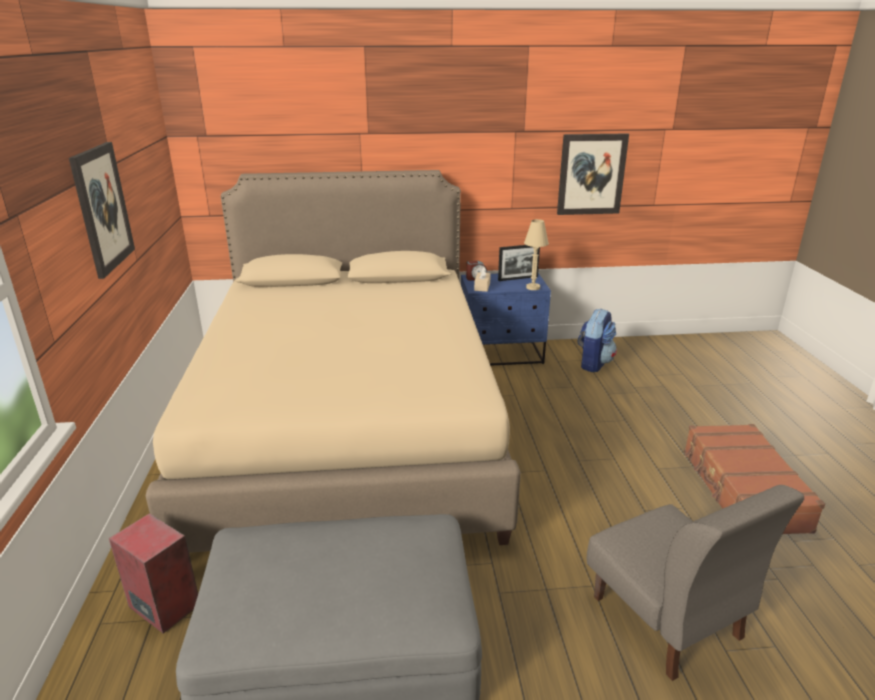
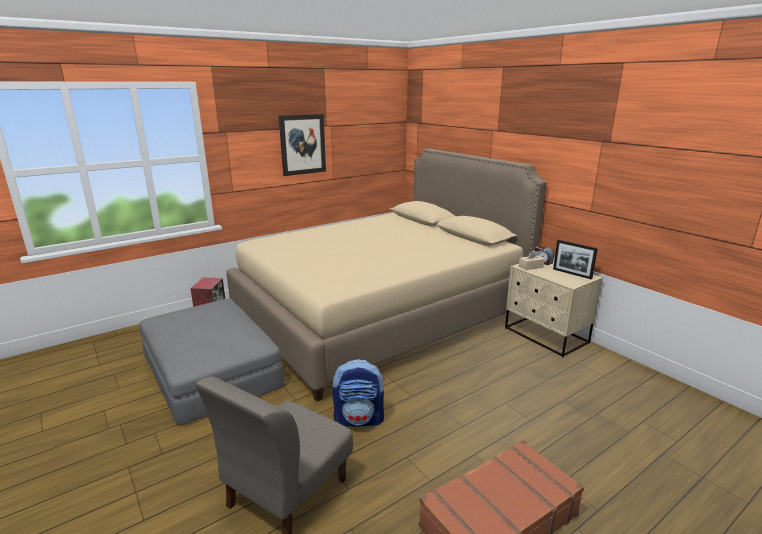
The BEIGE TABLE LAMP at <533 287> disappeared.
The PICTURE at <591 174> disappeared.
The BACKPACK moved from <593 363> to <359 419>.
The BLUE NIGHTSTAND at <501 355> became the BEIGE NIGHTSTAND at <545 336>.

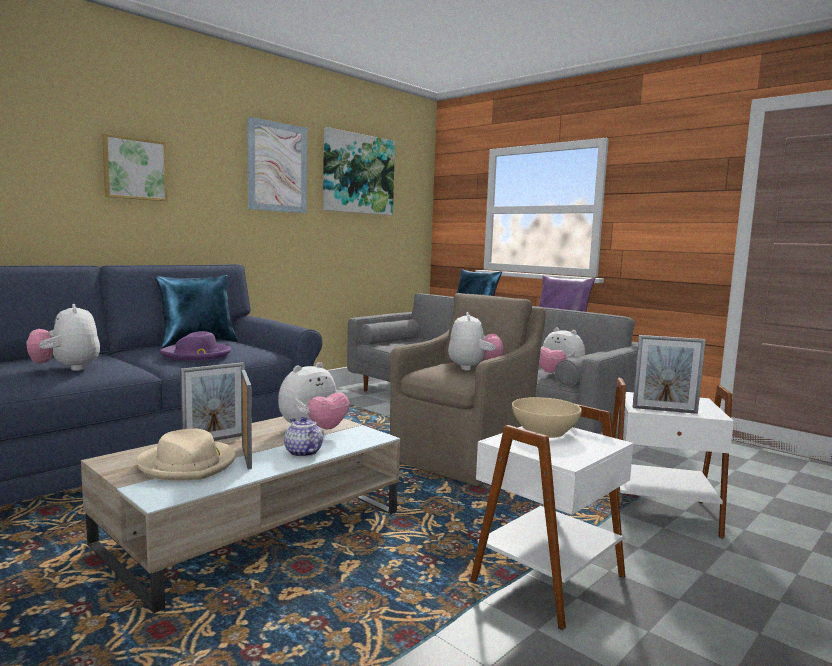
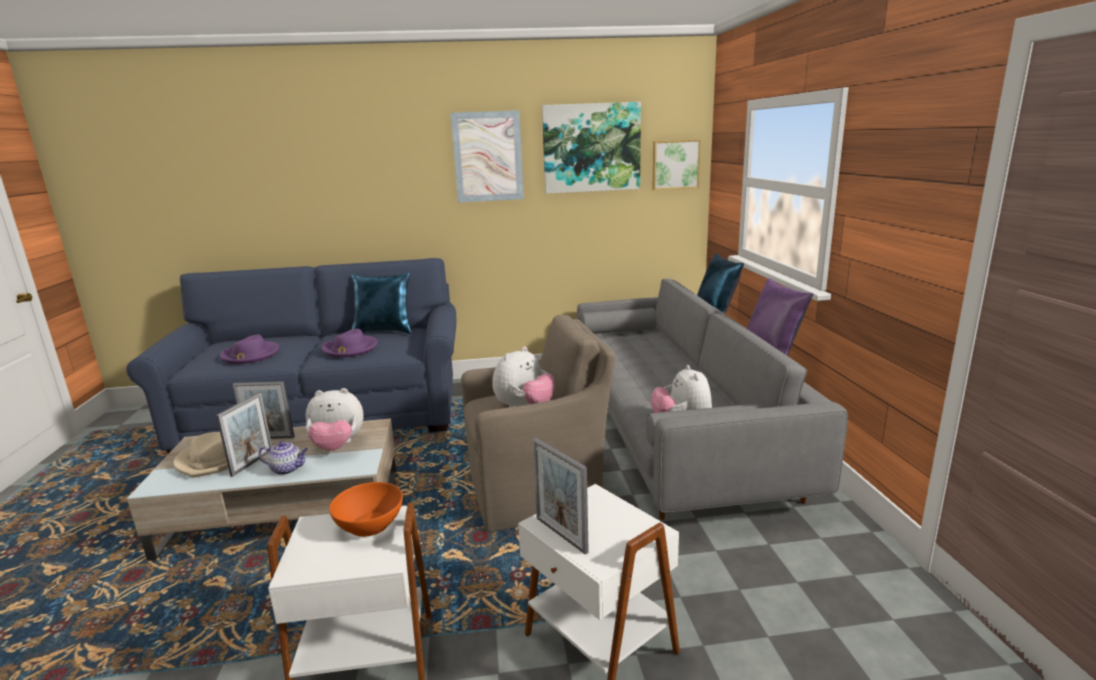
The PICTURE moved from <134 169> to <675 164>.
The PLUSH TOY at <66 369> was replaced by the PURPLE HAT at <250 355>.
The BEIGE BOWL at <544 432> became the ORANGE BOWL at <369 525>.
The TEAPOT at <302 452> turned 90 degrees clockwise.

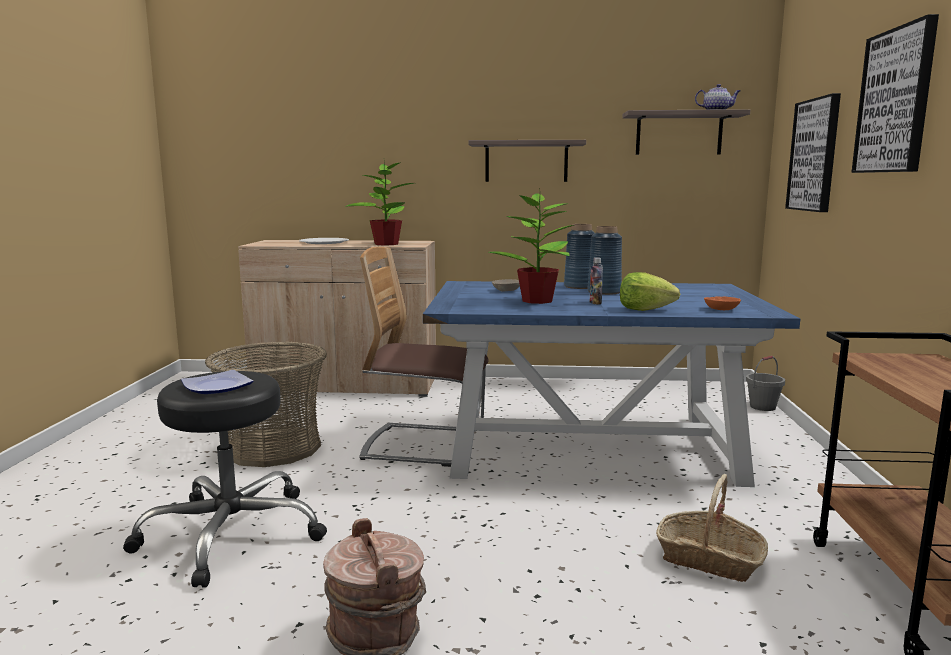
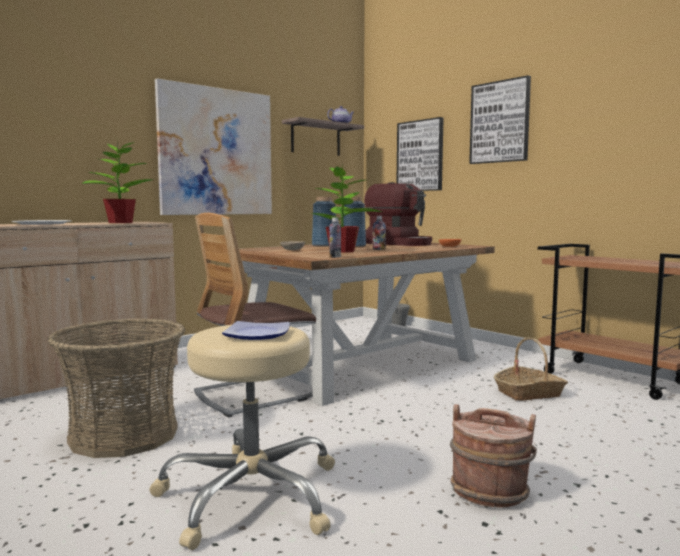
The LETTUCE at <644 309> disappeared.
The BOTTLE at <335 257> appeared.
The COFFEE MACHINE at <400 243> appeared.
The SHELF at <526 161> was replaced by the PICTURE at <216 152>.
The BLACK STOOL at <231 533> became the BEIGE STOOL at <250 495>.
The BLUE DINING TABLE at <591 445> became the BROWN DINING TABLE at <360 364>.

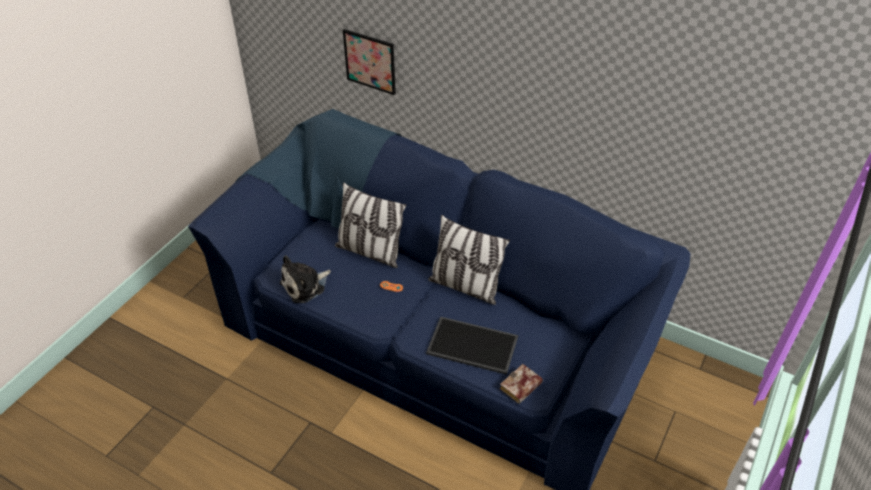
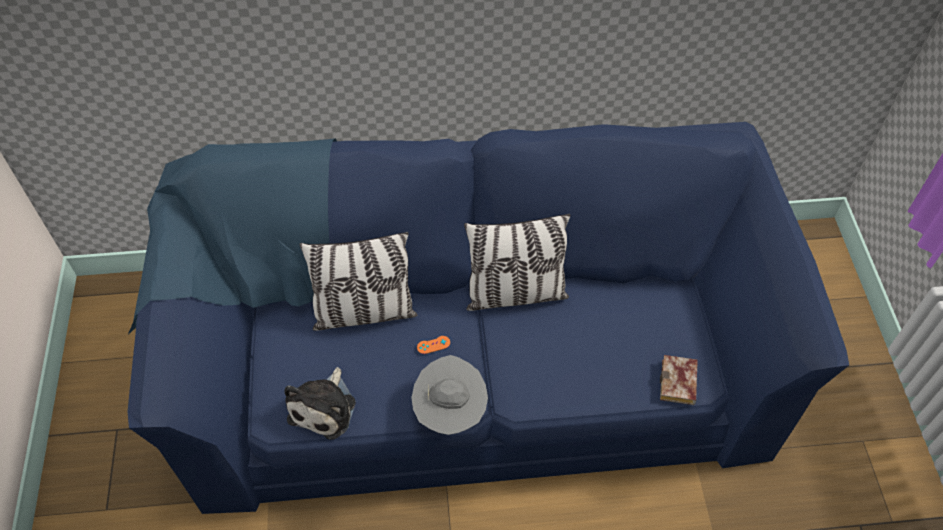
The PICTURE at <370 61> disappeared.
The TRAY at <471 346> disappeared.
The GREY HAT at <450 410> appeared.

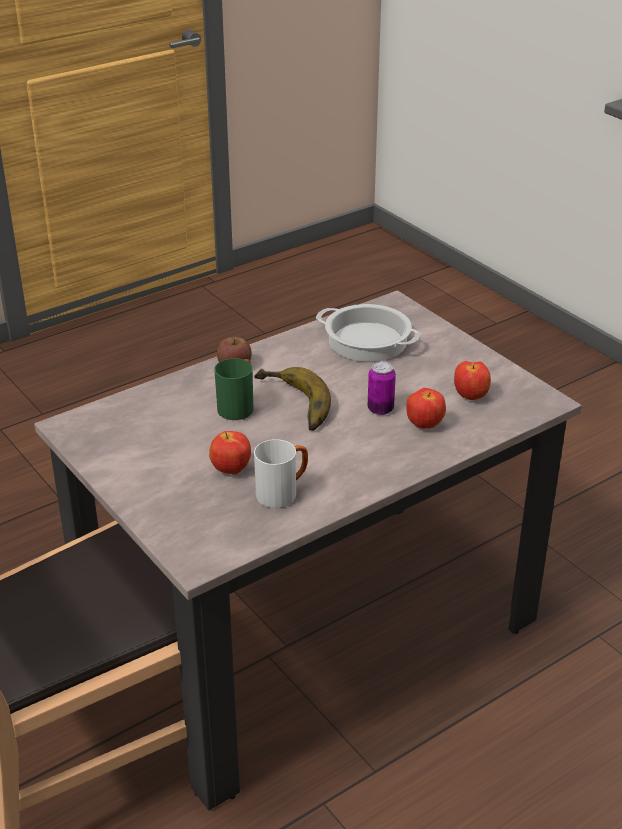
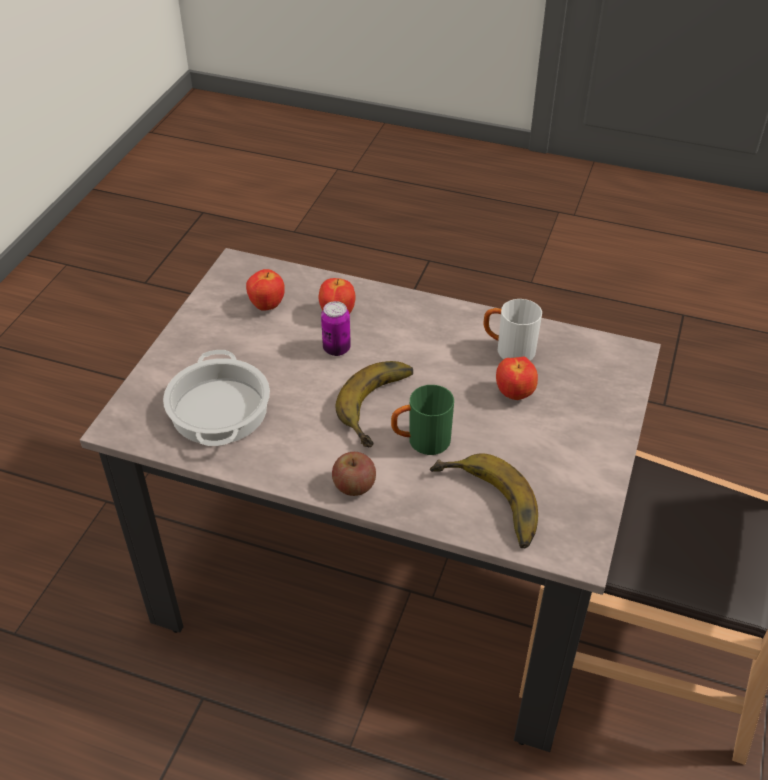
The BANANA at <484 507> appeared.

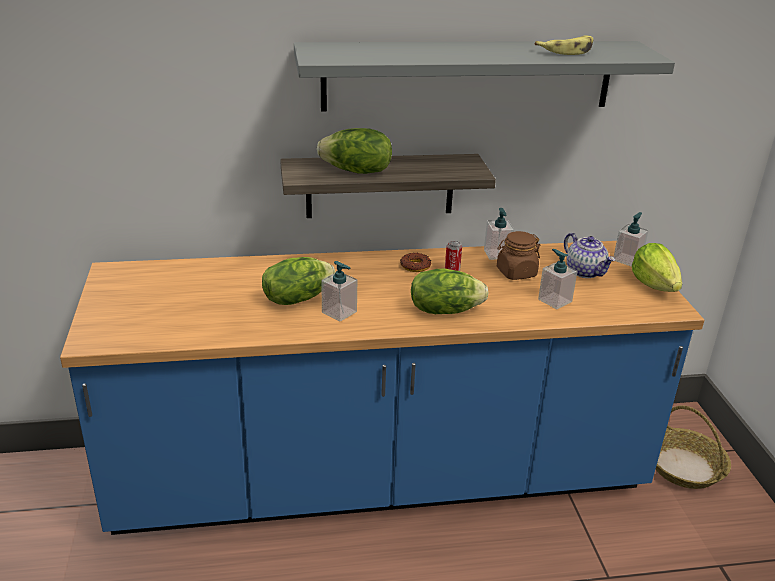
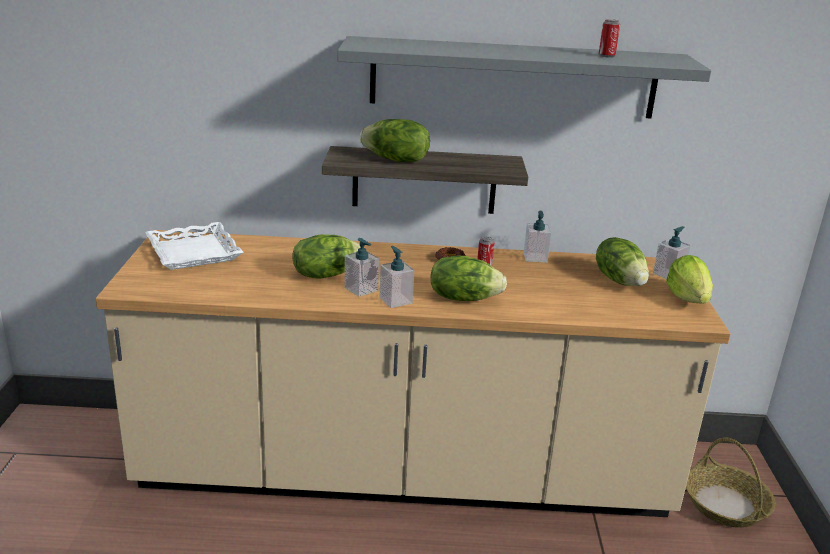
The BROWN JAR at <516 273> disappeared.
The WHITE TRAY at <195 252> appeared.
The SOAP DISPENSER moved from <554 300> to <395 300>.
The BANANA at <567 51> was replaced by the CAN at <606 56>.
The TEAPOT at <585 272> was replaced by the LETTUCE at <620 280>.
The BLUE COUNTER at <380 479> became the BEIGE COUNTER at <404 473>.

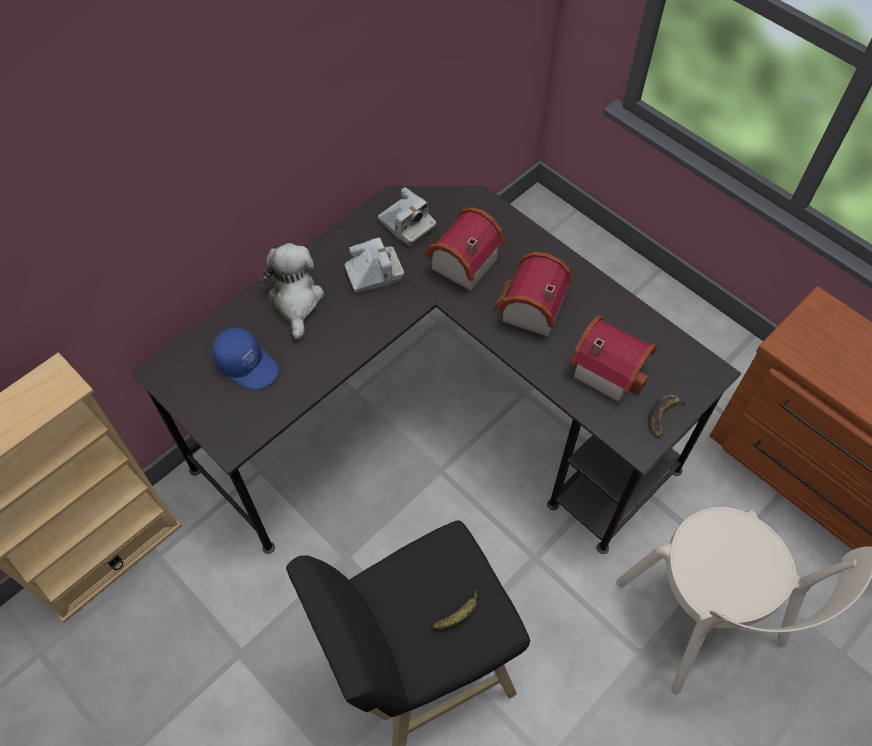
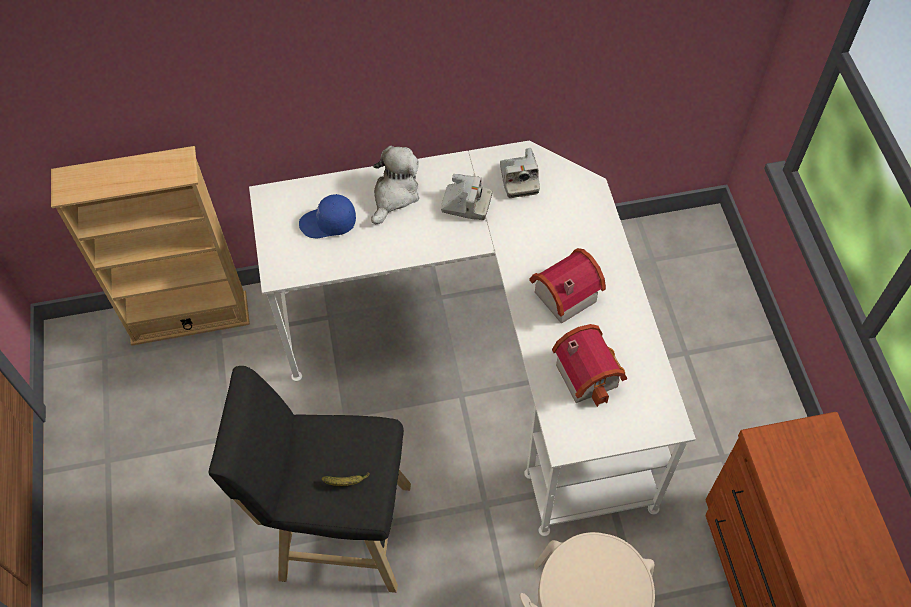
The TOY HOUSE at <460 263> disappeared.
The BANANA at <665 416> disappeared.
The BLACK DESK at <436 420> became the WHITE DESK at <485 354>.
The BLUE CAP at <248 364> turned 105 degrees clockwise.

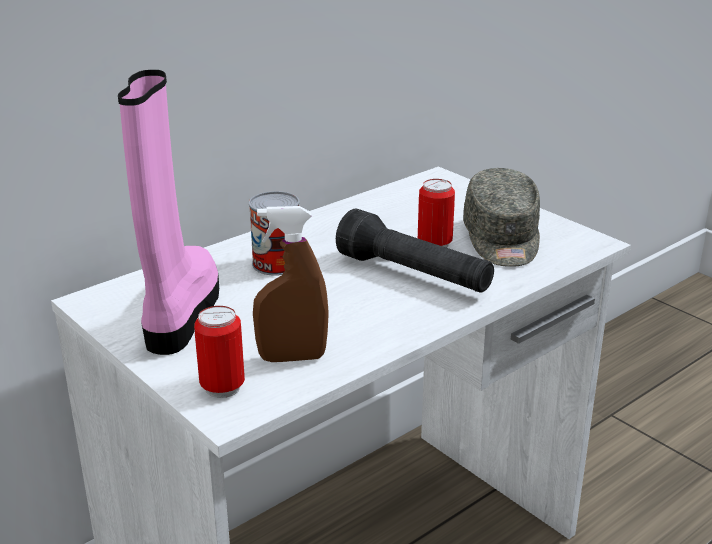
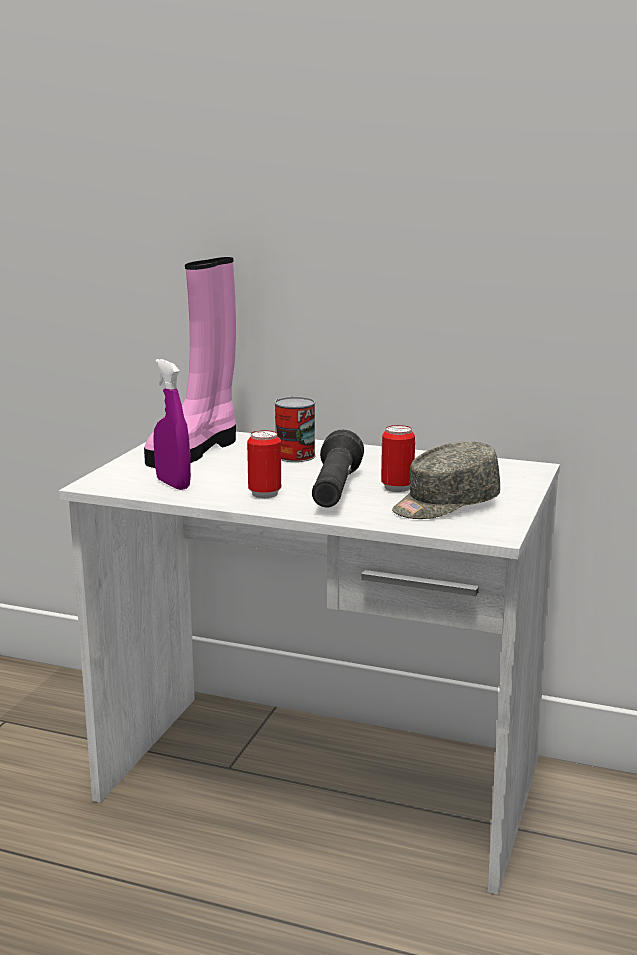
The CAN moved from <222 387> to <264 494>.
The BROWN SPRAY BOTTLE at <292 357> became the PURPLE SPRAY BOTTLE at <173 484>.
The PINK BOOT at <180 313> turned 150 degrees clockwise.

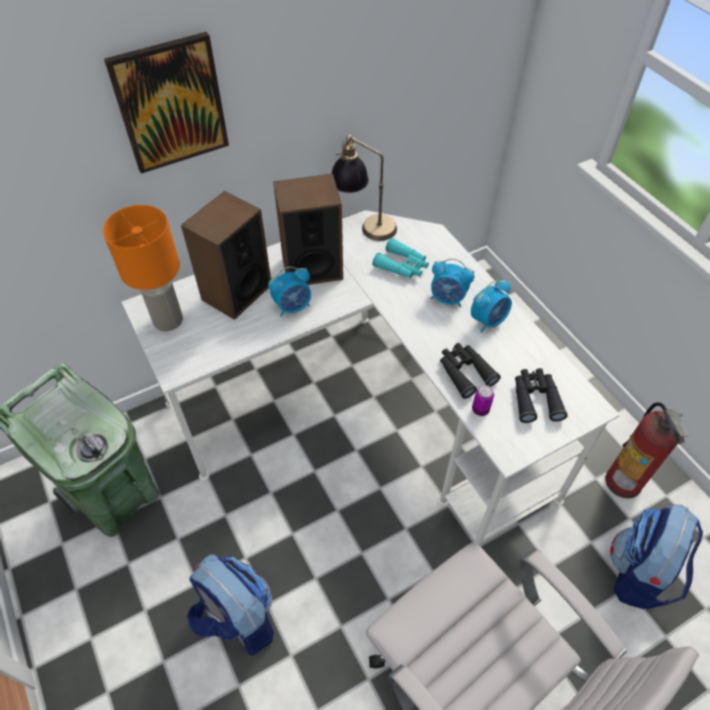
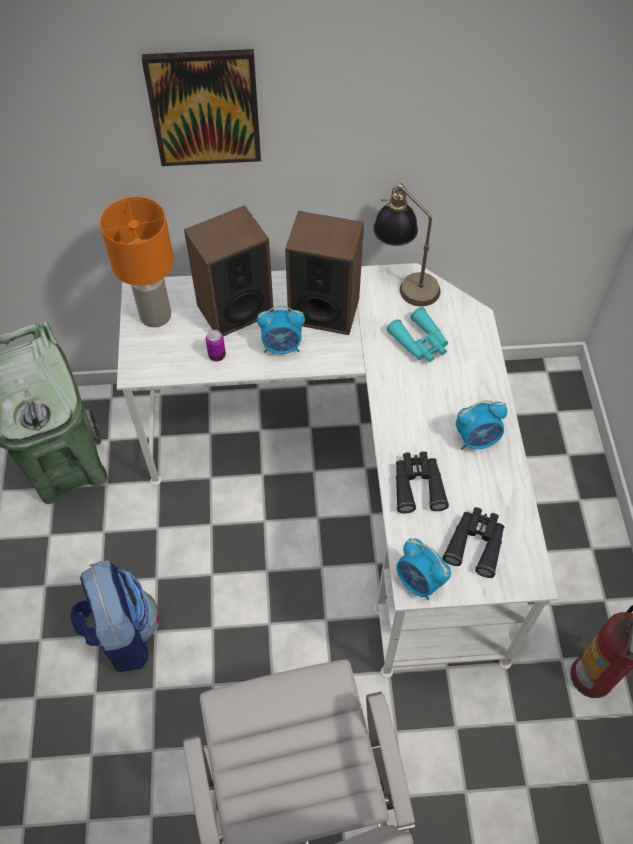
The BACKPACK at <639 573> disappeared.
The ALARM CLOCK moved from <448 299> to <419 581>.
The CAN moved from <480 409> to <217 355>.

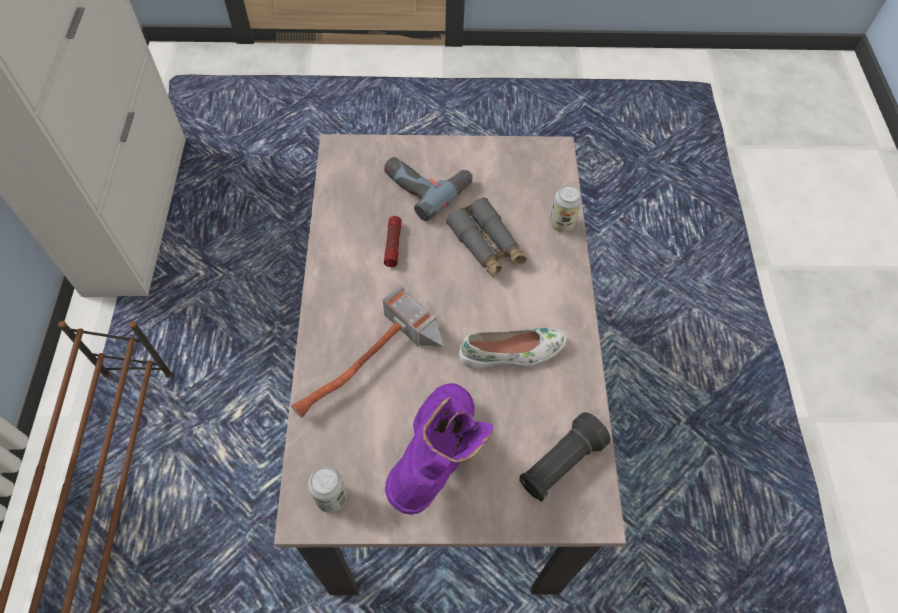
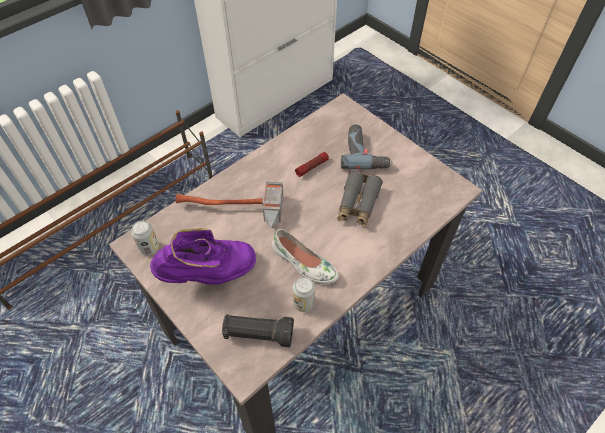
The CAN moved from <561 223> to <303 303>.

